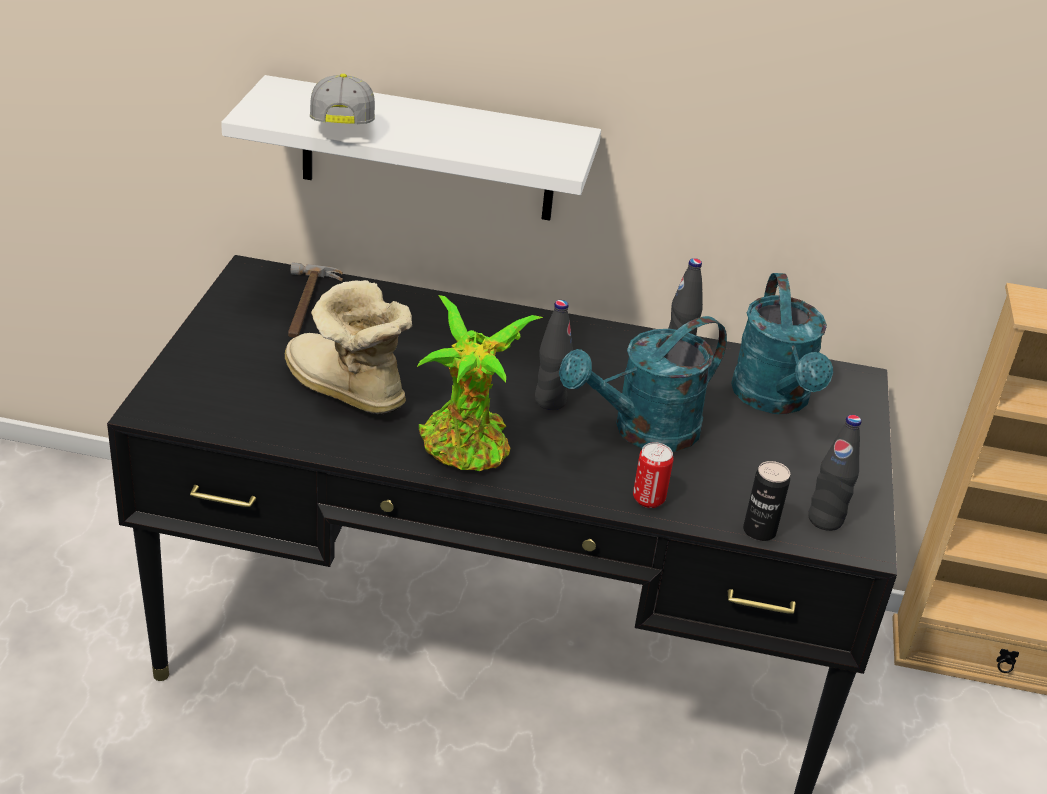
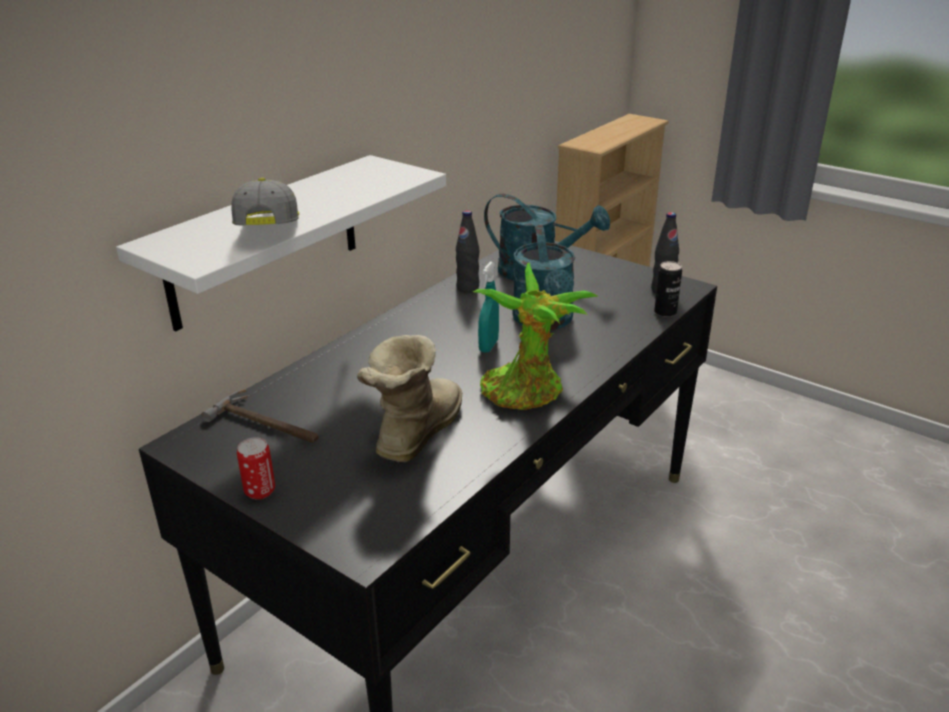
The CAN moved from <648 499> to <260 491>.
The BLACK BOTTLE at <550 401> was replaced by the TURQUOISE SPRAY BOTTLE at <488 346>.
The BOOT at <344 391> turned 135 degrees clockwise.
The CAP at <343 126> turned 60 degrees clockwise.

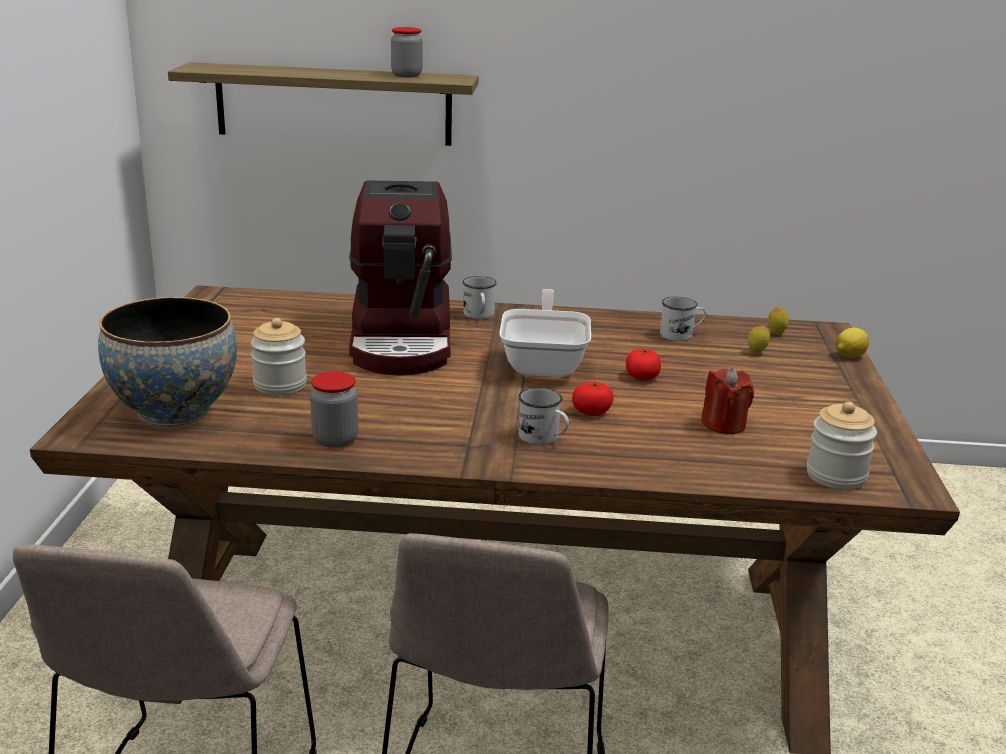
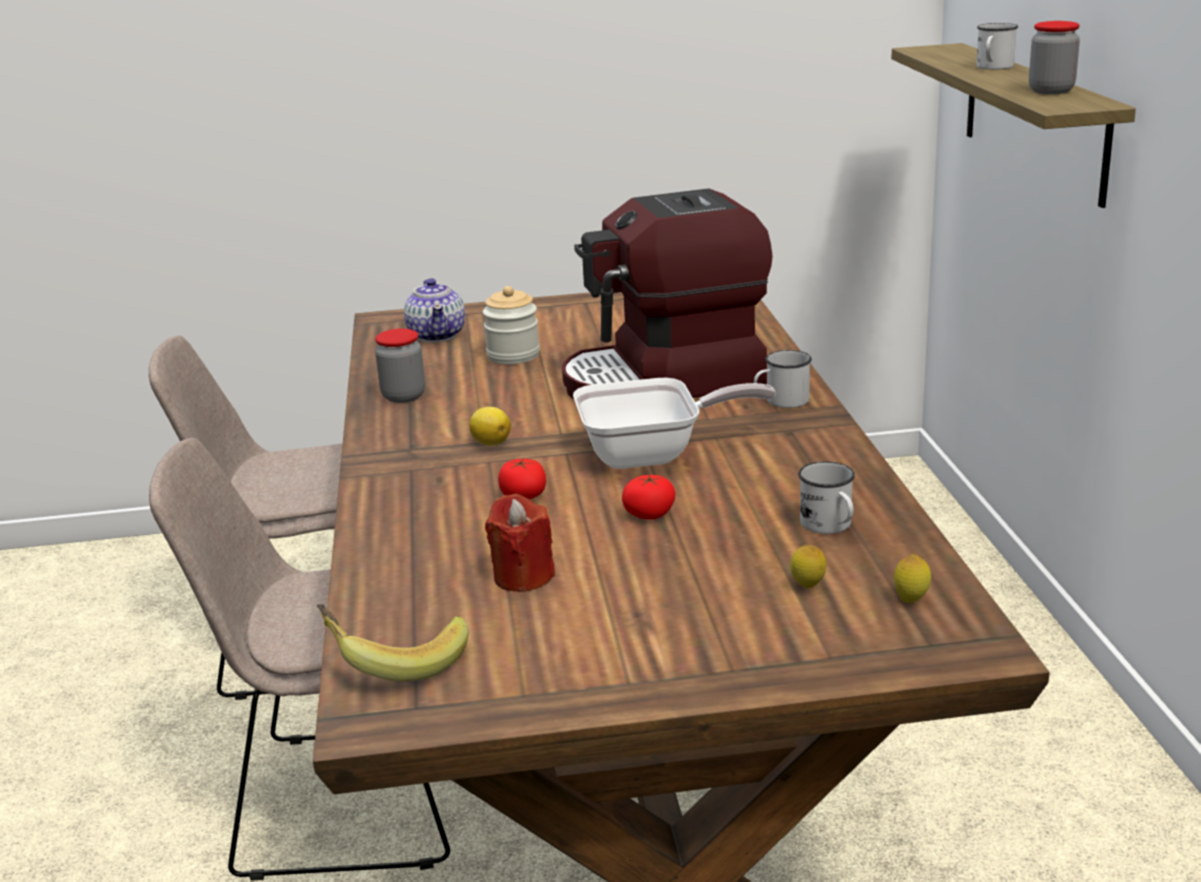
The WHITE MUG moved from <543 438> to <993 68>.
The LEMON moved from <849 356> to <490 442>.
The BOWL at <174 411> was replaced by the TEAPOT at <437 335>.
The JAR at <836 476> was replaced by the BANANA at <396 661>.

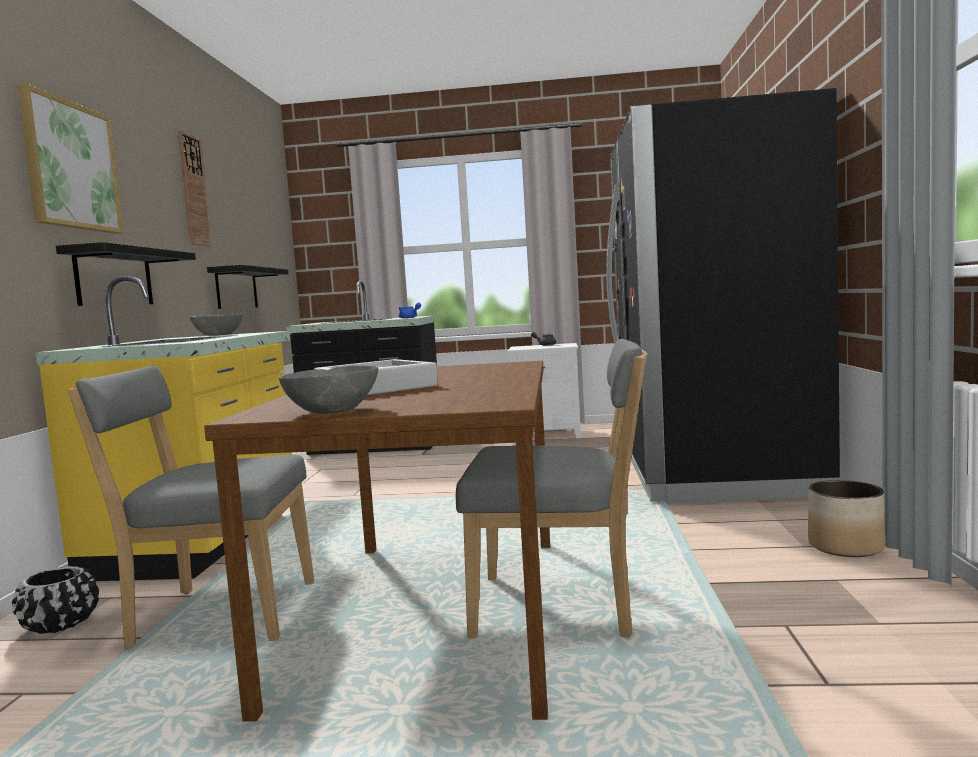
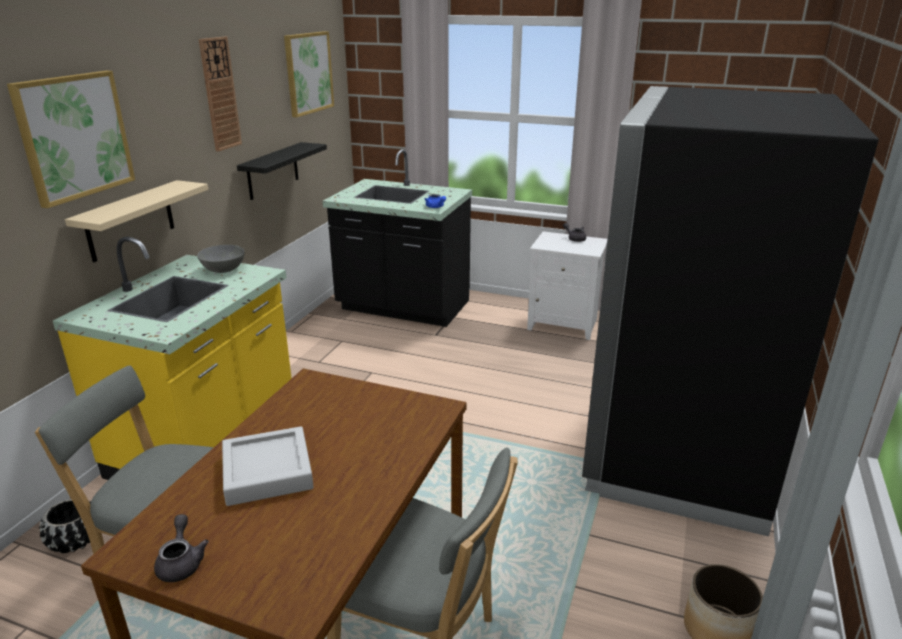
The PICTURE at <308 73> appeared.
The GREY BOWL at <332 411> was replaced by the GREY TEAPOT at <181 562>.
The BLACK SHELF at <114 278> became the BEIGE SHELF at <130 221>.

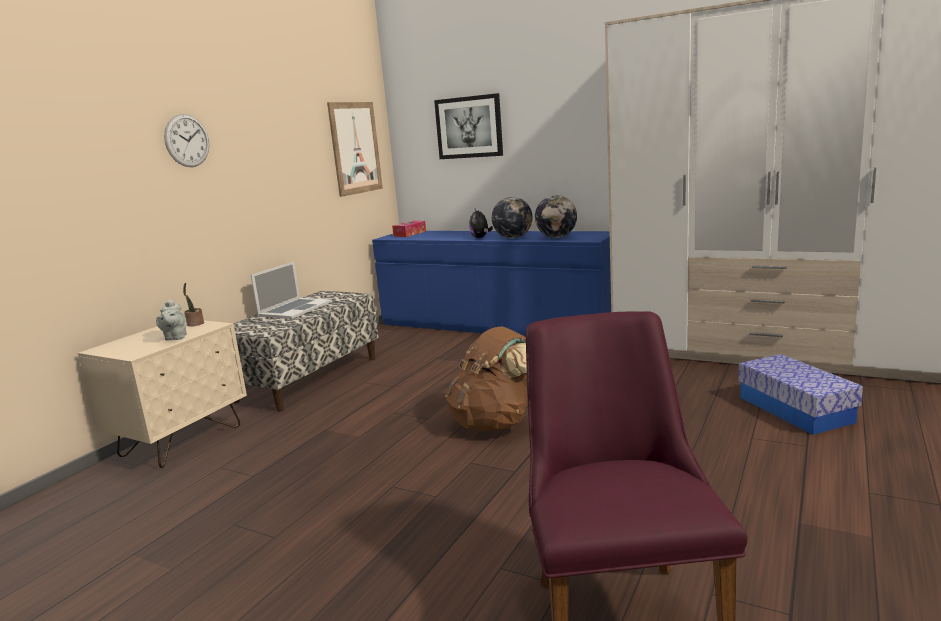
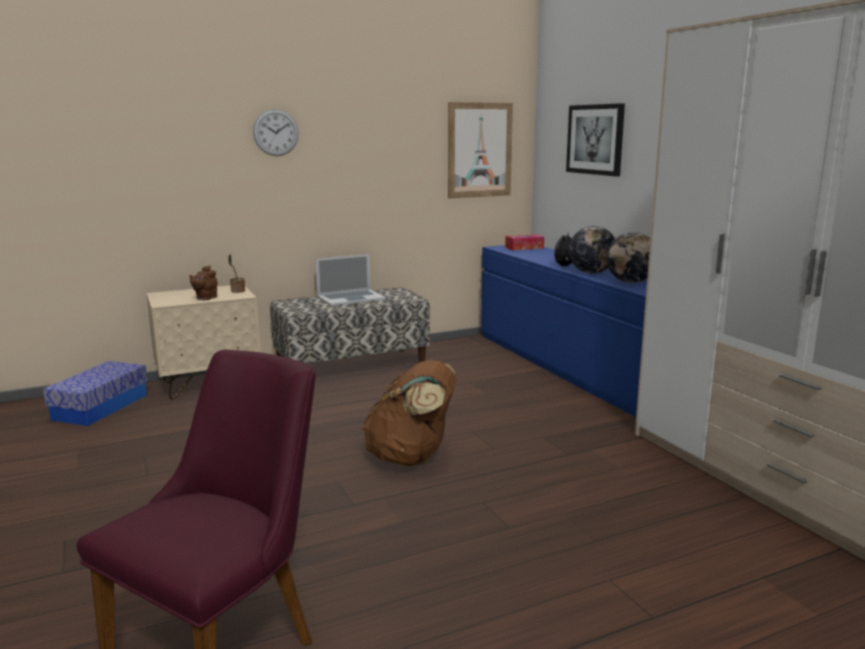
The STORAGE BOX moved from <795 409> to <100 407>.
The GREY TEAPOT at <175 338> became the BROWN TEAPOT at <205 298>.

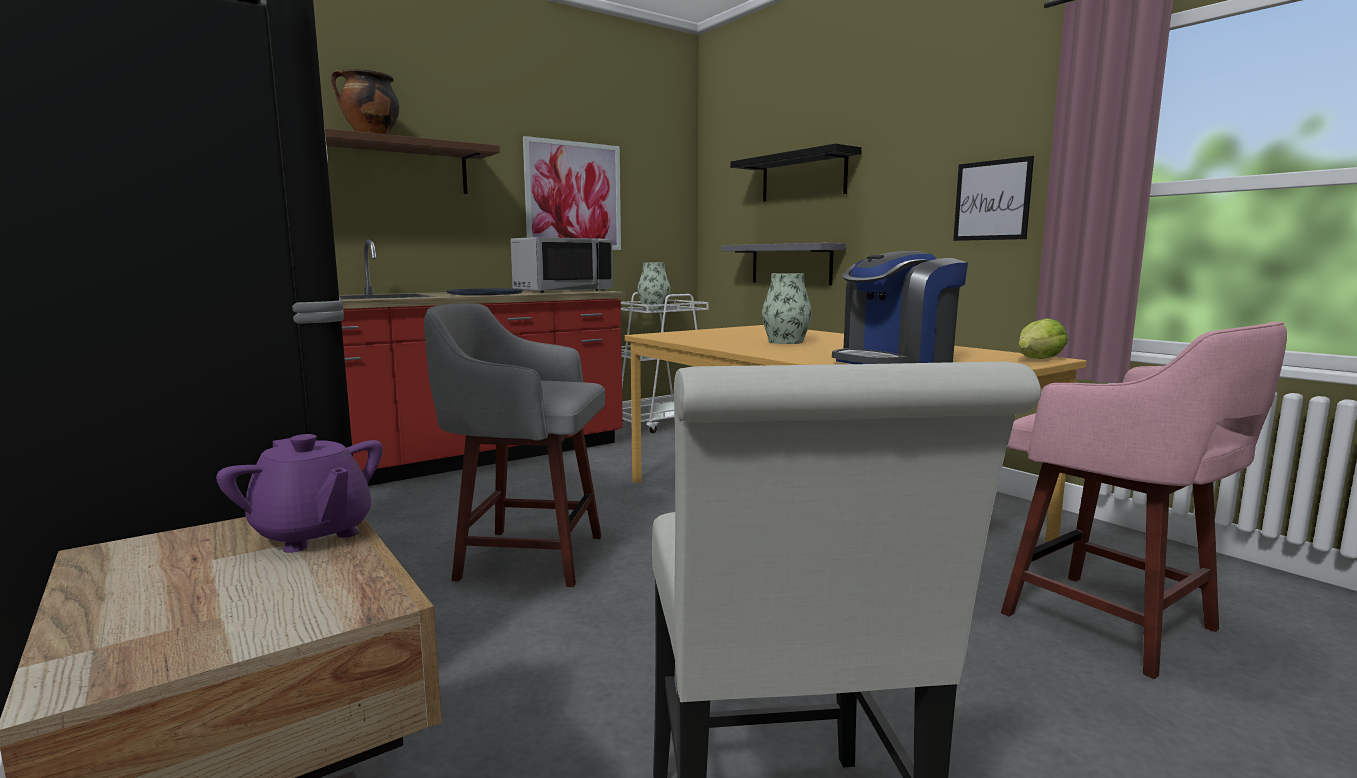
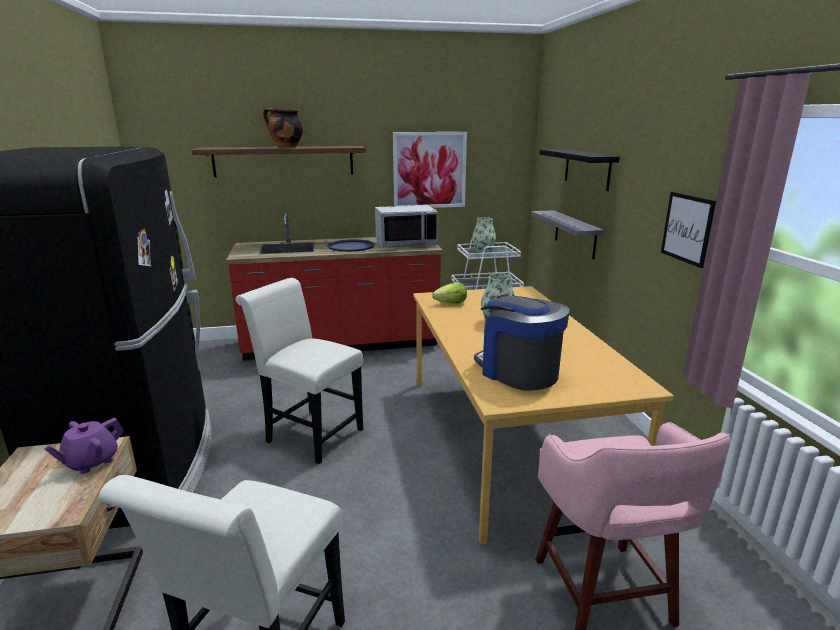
The LETTUCE moved from <1039 359> to <451 303>.
The GREY STOOL at <525 557> was replaced by the WHITE CHAIR at <309 433>.
The PURPLE TEAPOT at <312 534> turned 60 degrees clockwise.
The COFFEE MACHINE at <895 362> turned 60 degrees clockwise.

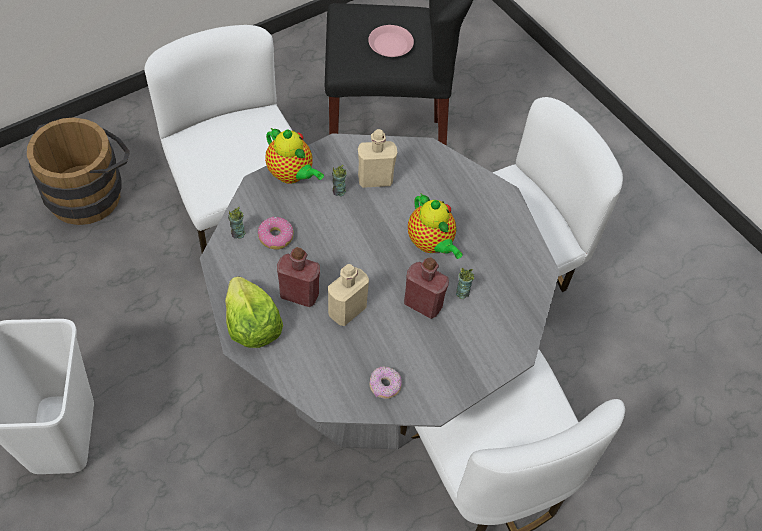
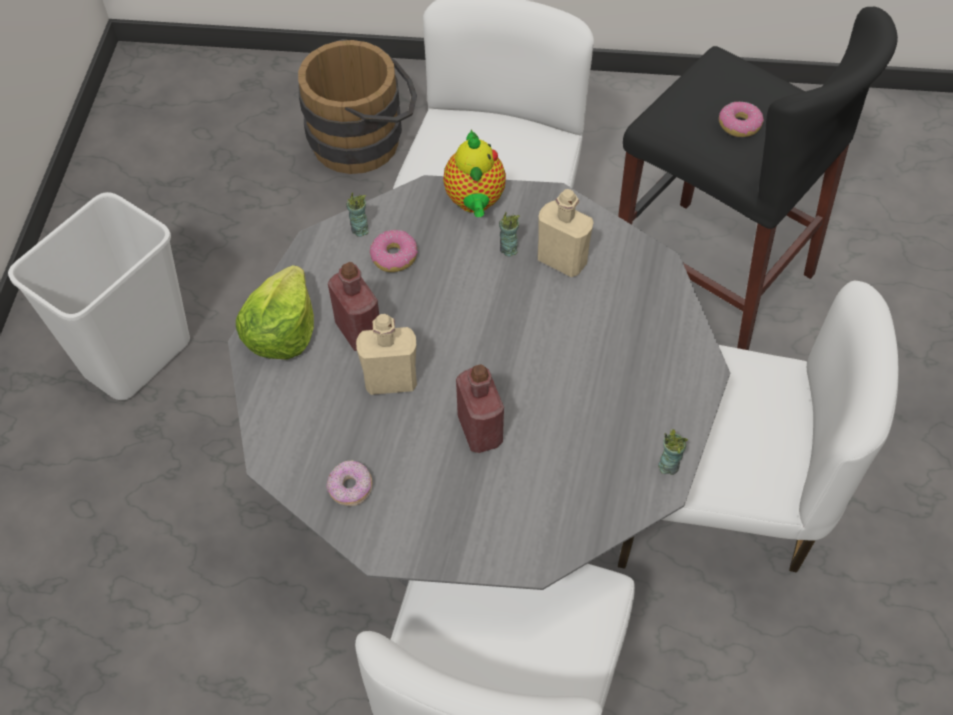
The TEAPOT at <431 244> disappeared.
The CUP moved from <462 292> to <668 466>.
The PINK PLATE at <390 44> was replaced by the DONUT at <739 125>.

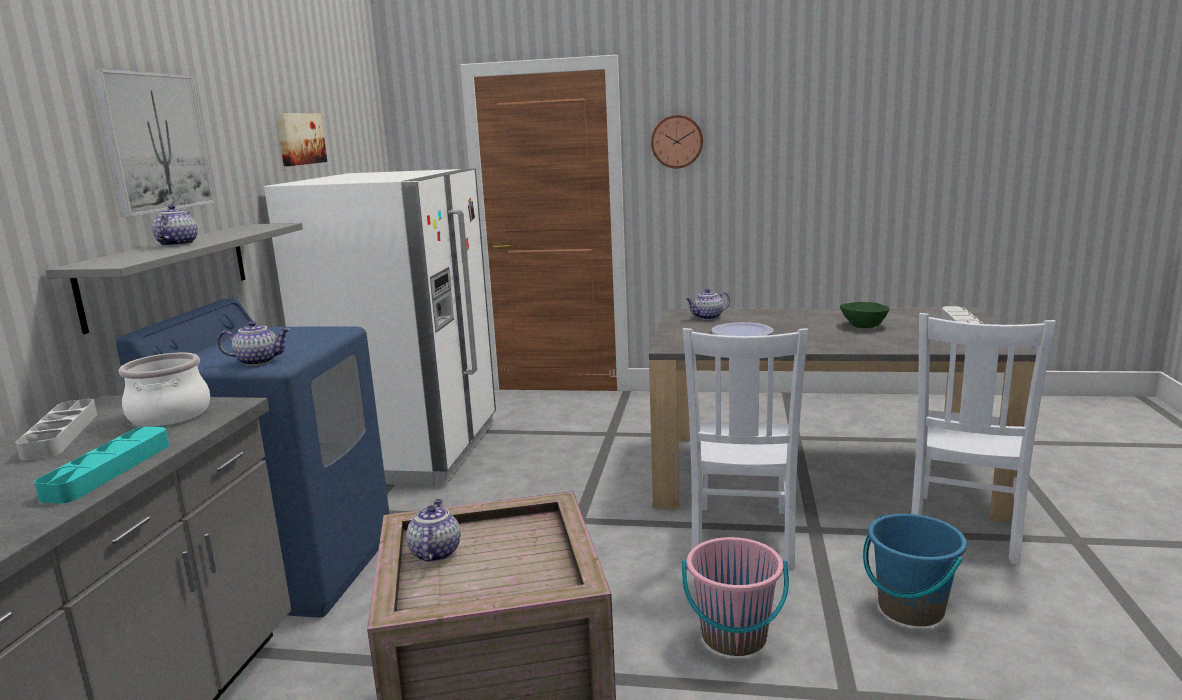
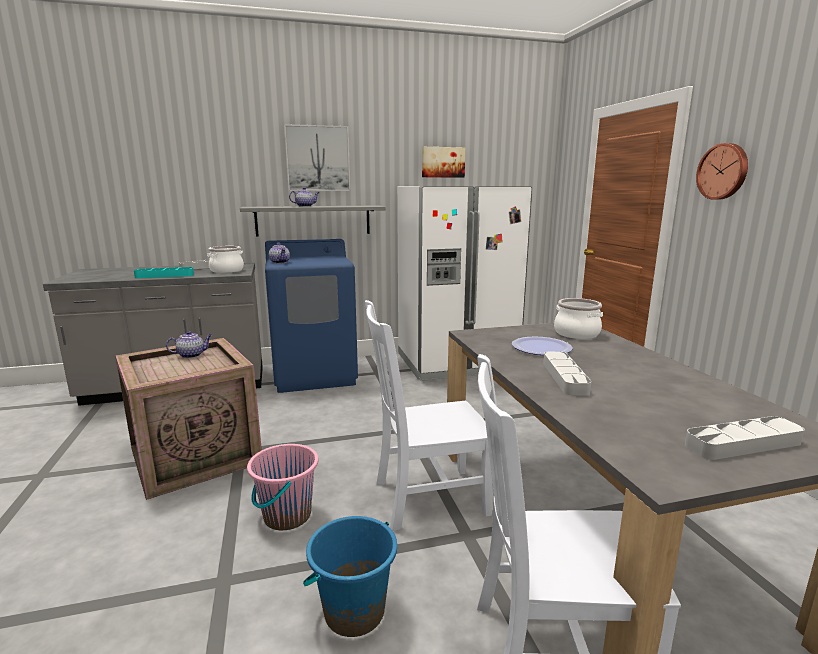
The GREEN BOWL at <864 326> disappeared.
The GREY TRAY at <564 377> appeared.
The TEAPOT at <707 317> was replaced by the COOKING POT at <576 333>.

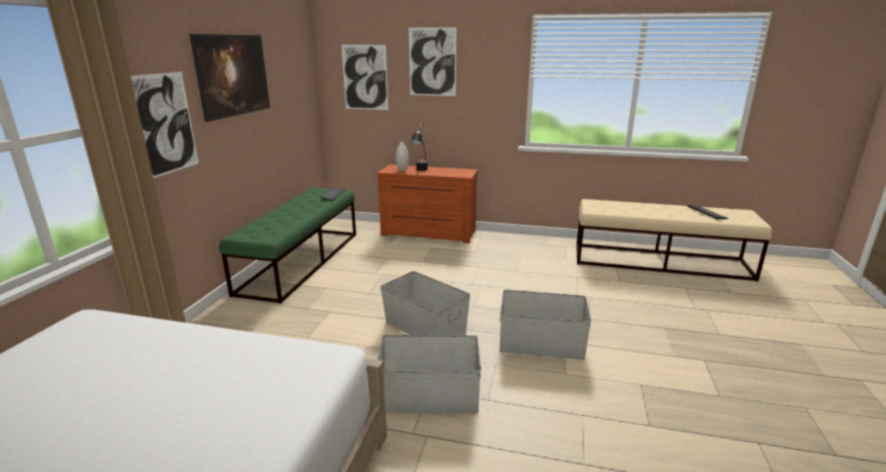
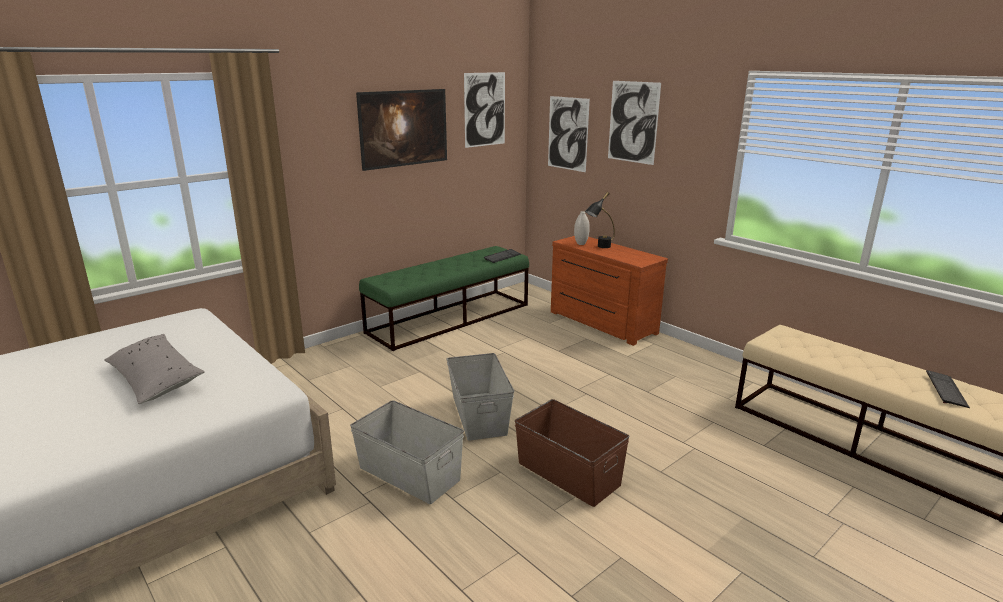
The GREY PILLOW at <155 379> appeared.
The PICTURE moved from <165 124> to <485 109>.
The GREY STORAGE BOX at <540 344> became the BROWN STORAGE BOX at <568 473>.

